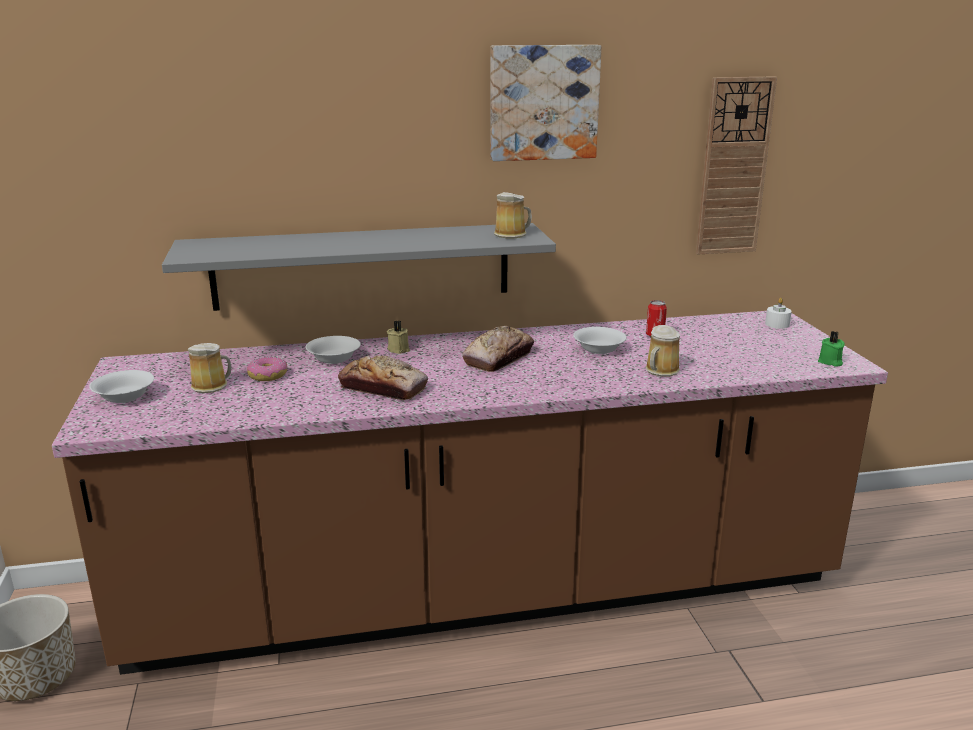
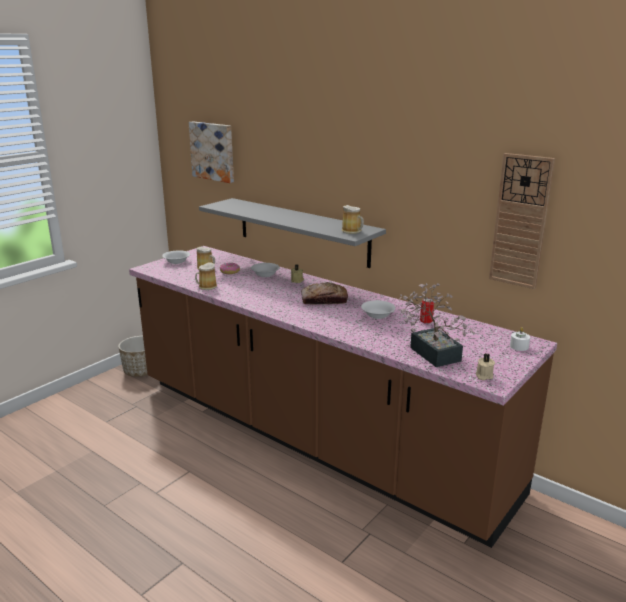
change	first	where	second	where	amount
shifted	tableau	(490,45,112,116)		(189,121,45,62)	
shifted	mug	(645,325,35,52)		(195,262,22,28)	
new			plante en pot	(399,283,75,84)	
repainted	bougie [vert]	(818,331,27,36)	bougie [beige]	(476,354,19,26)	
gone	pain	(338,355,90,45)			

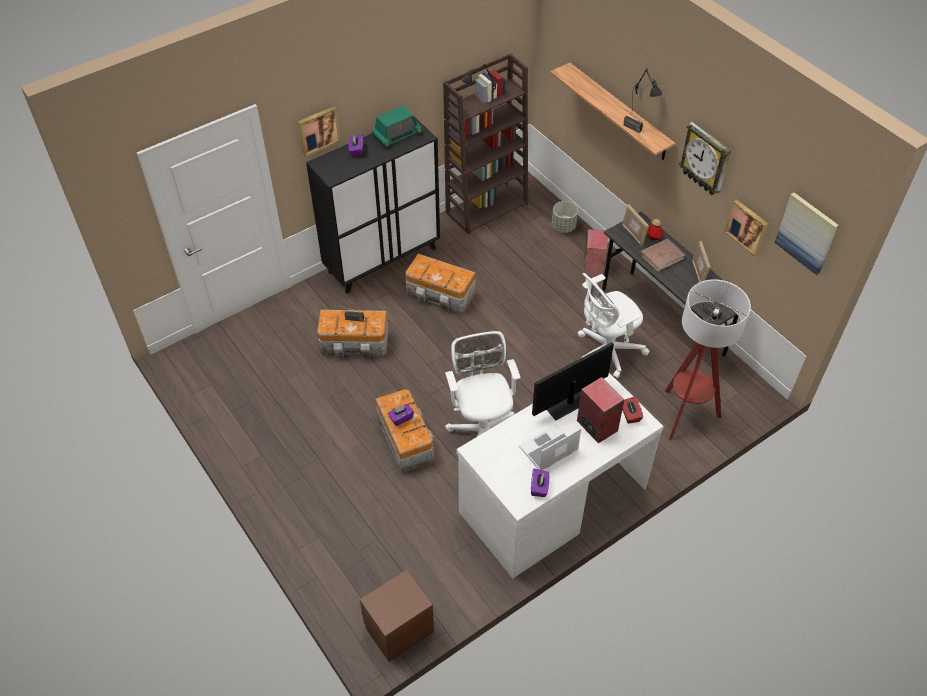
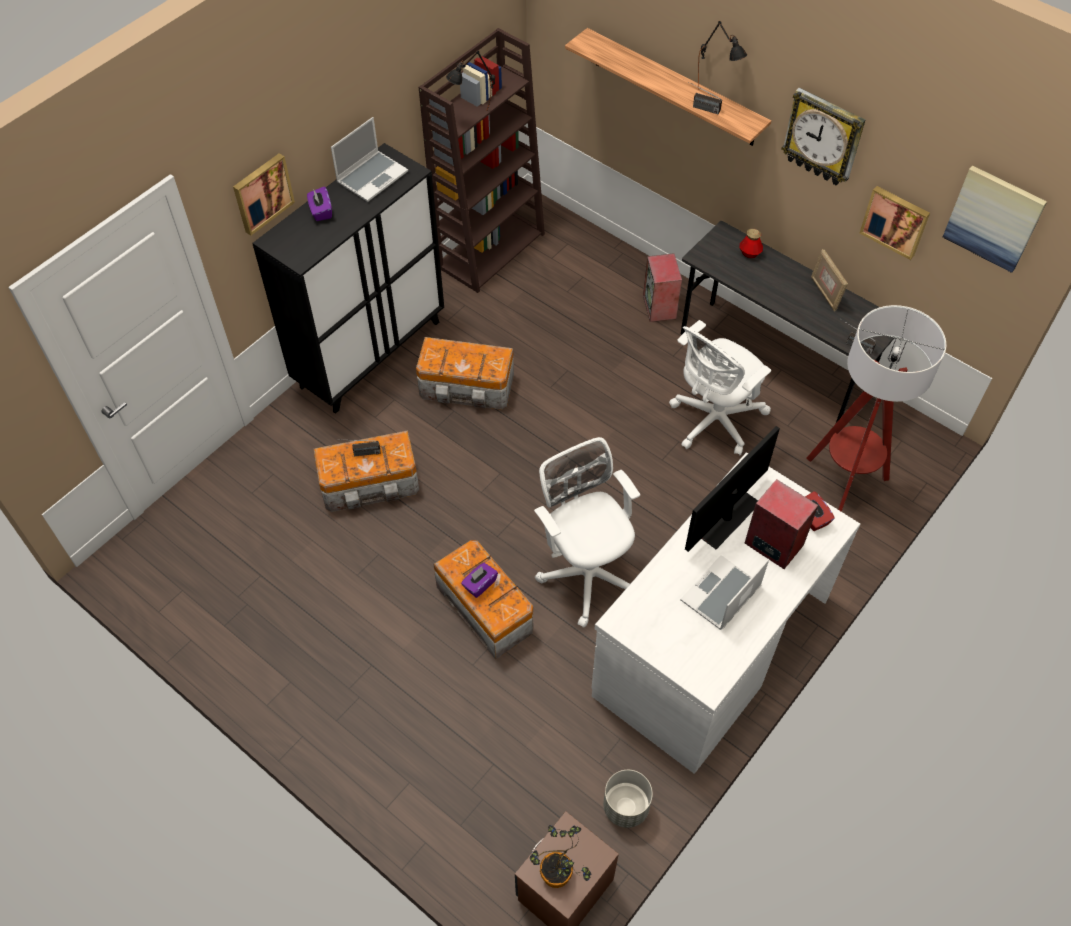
change	first	where	second	where	amount
swapped	radio	(372,106,51,41)	ordinateur portable	(331,117,77,85)	
new			plante en pot	(530,825,61,63)	
shifted	cache-pot [gris]	(552,201,26,32)		(603,770,50,58)	
gone	boîte à mouchoirs [violet]	(531,468,18,29)			
gone	cadre photo	(622,205,27,42)			
gone	livre [marron]	(640,239,45,33)			

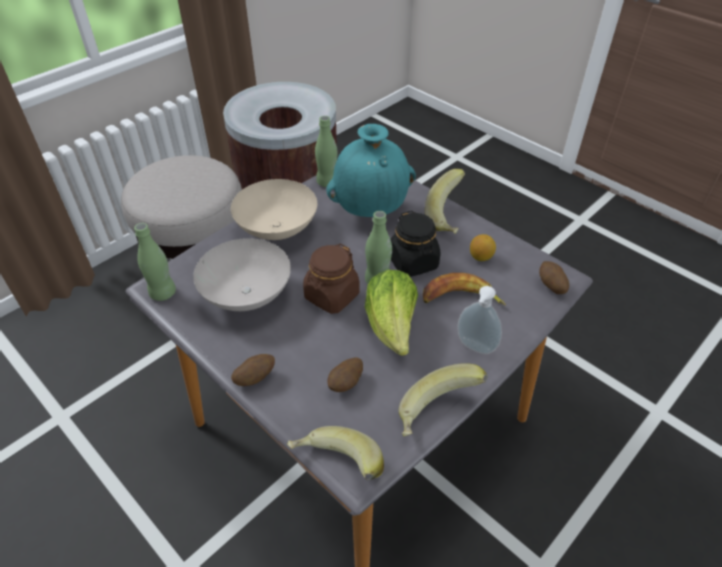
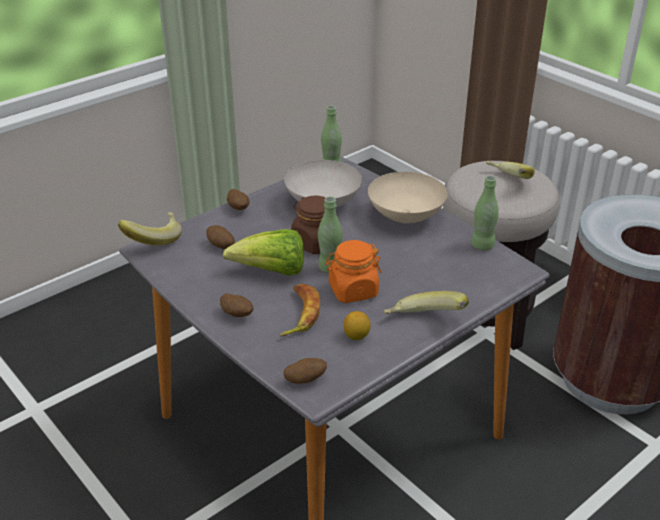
change	first	where	second	where	amount
swapped	distributeur de savon	(457,286,45,68)	pomme de terre	(220,294,33,23)	
repainted	bocal [noir]	(390,211,51,66)	bocal [orange]	(325,240,56,63)	
shifted	banane	(399,363,88,73)		(486,161,49,18)	
gone	vase [turquoise]	(326,124,90,93)			

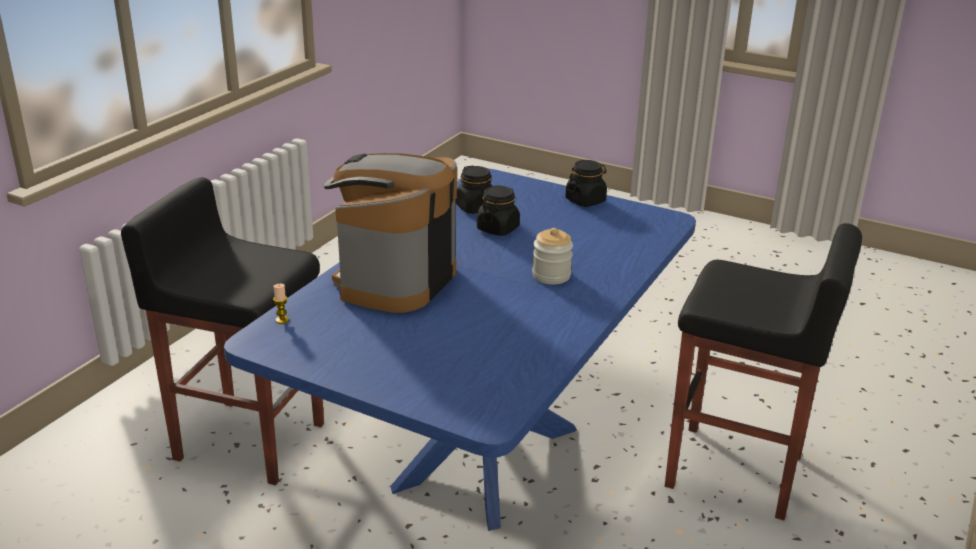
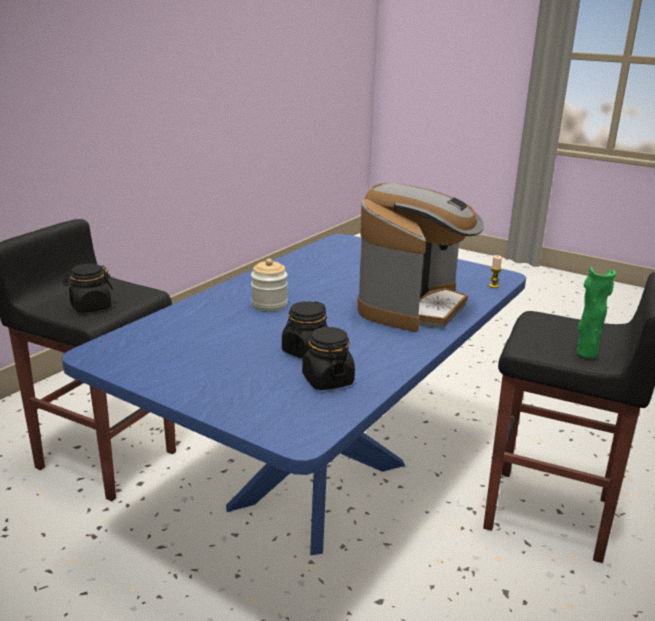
change	first	where	second	where	amount
shifted	bocal [noir]	(565,160,42,47)		(63,264,50,49)	
new			vase [vert]	(576,267,40,91)	

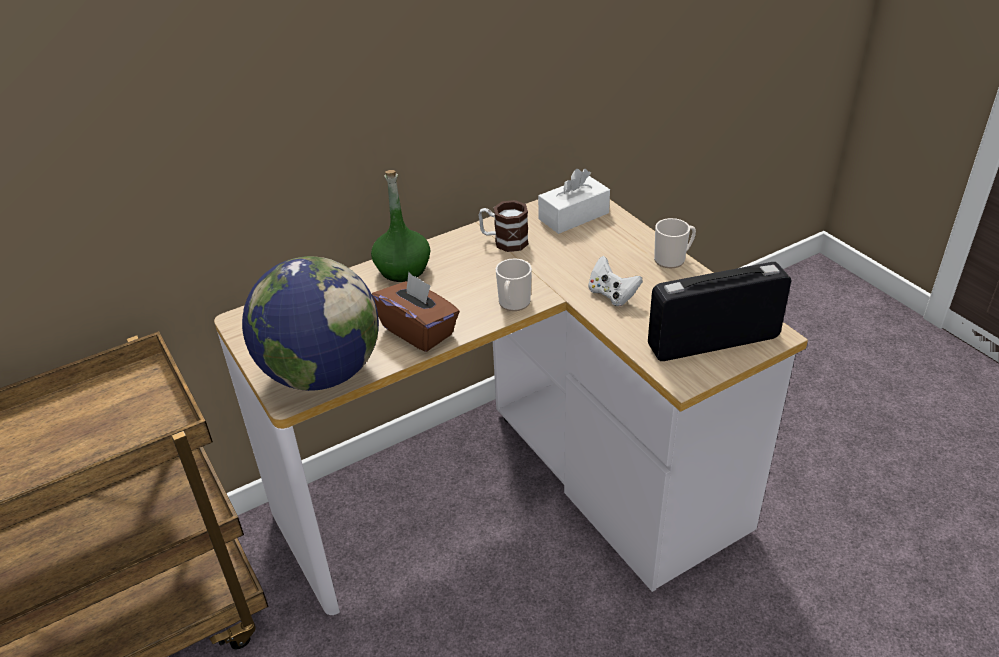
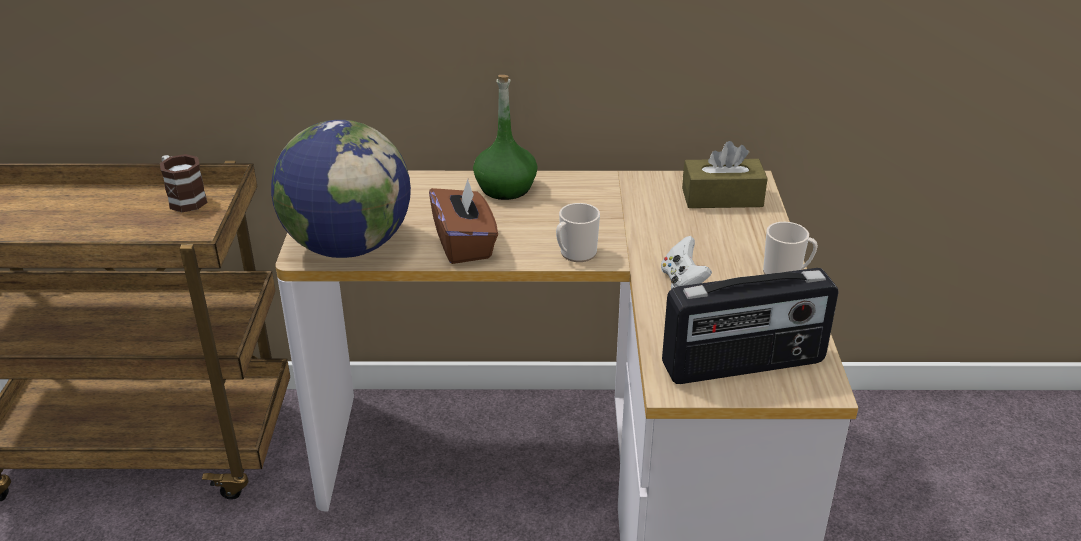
change	first	where	second	where	amount
shifted	mug	(478,200,51,52)		(160,154,48,58)	
rotated	radio	(648,262,143,99)		(662,268,177,116)	150 degrees clockwise
repainted	boîte à mouchoirs [blanc]	(538,169,72,65)	boîte à mouchoirs [marron]	(682,141,86,67)	

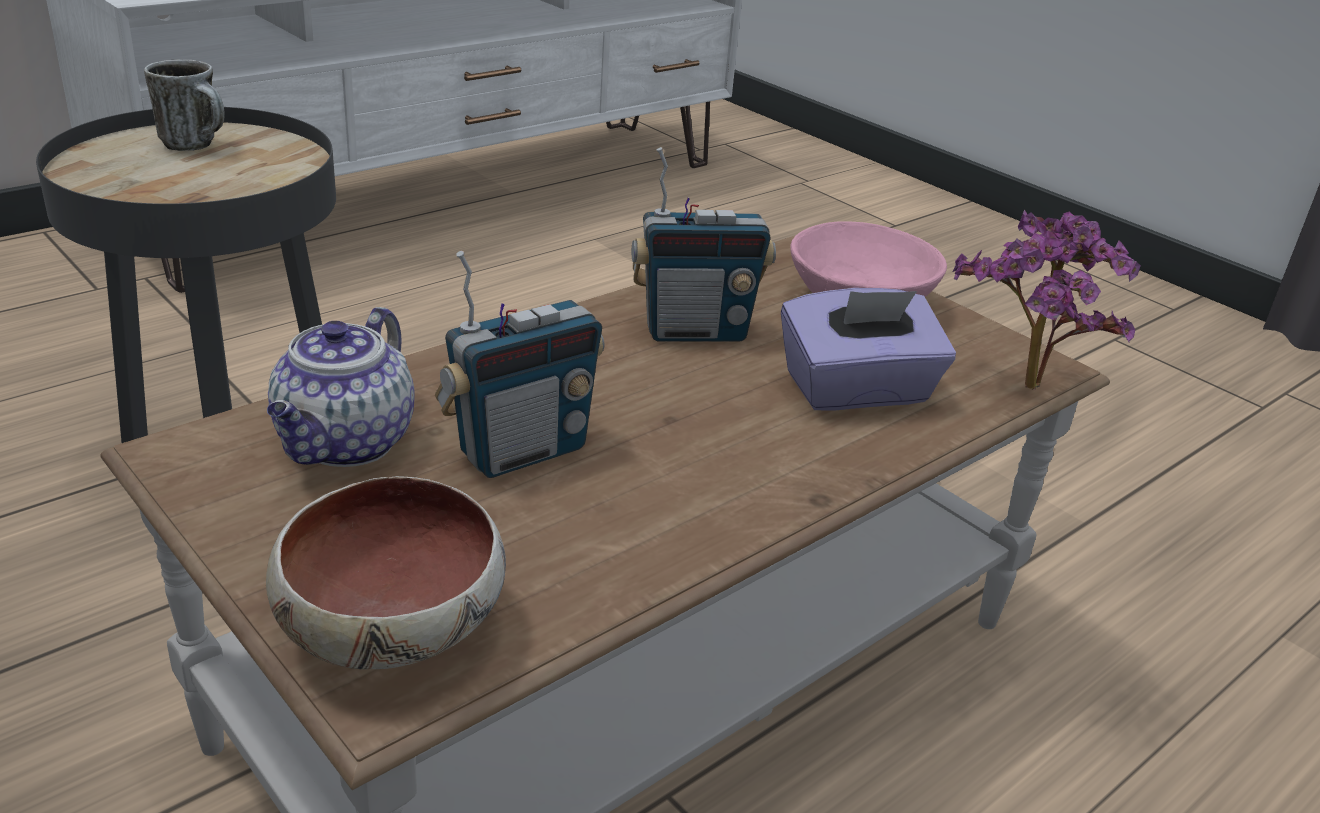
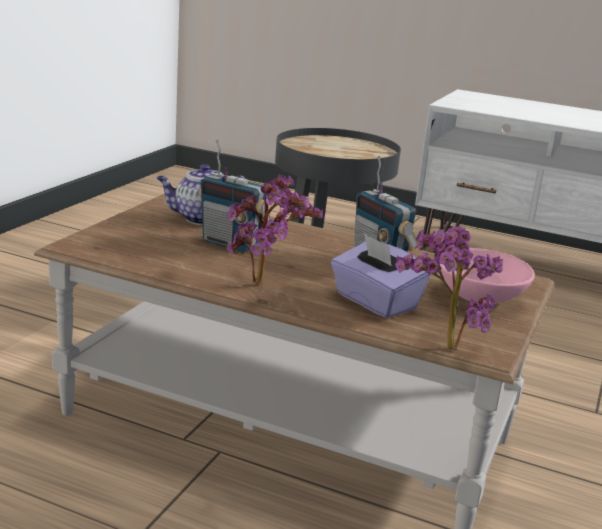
change	first	where	second	where	amount
new			plante en pot	(227,175,96,110)	
gone	mug	(144,60,81,91)			
gone	bol	(266,476,240,194)			

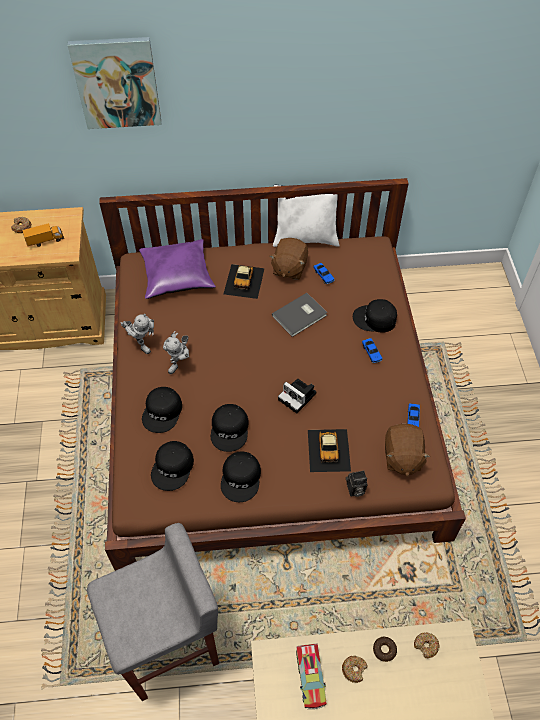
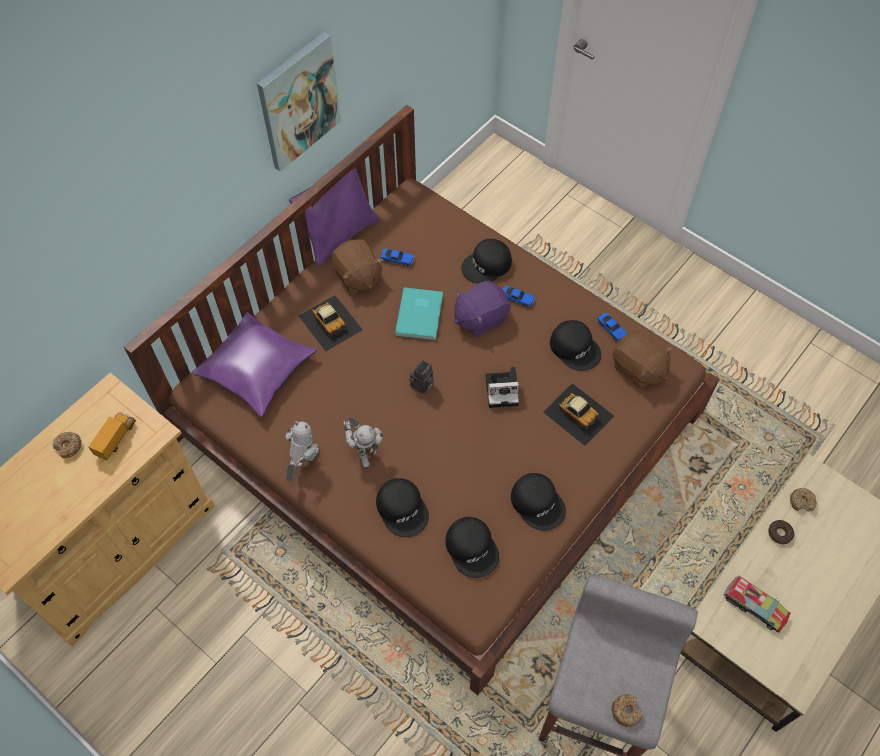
change	first	where	second	where	amount
shifted	tableau	(68,37,93,92)		(257,31,84,141)	
rotated	robot jouet	(120,314,34,40)		(285,421,35,60)	60 degrees counterclockwise
repainted	coussin [blanc]	(273,185,67,62)	coussin [violet]	(289,167,91,100)	
repainted	livre [gris]	(272,293,55,44)	livre [turquoise]	(395,288,48,52)	
shifted	appareil photo	(346,470,22,27)		(409,360,25,34)	
new			peluche [violet]	(454,281,57,56)	
shifted	casquette [noir]	(211,404,37,48)		(550,320,51,51)	
shifted	beignet	(342,656,26,27)		(611,694,32,33)	

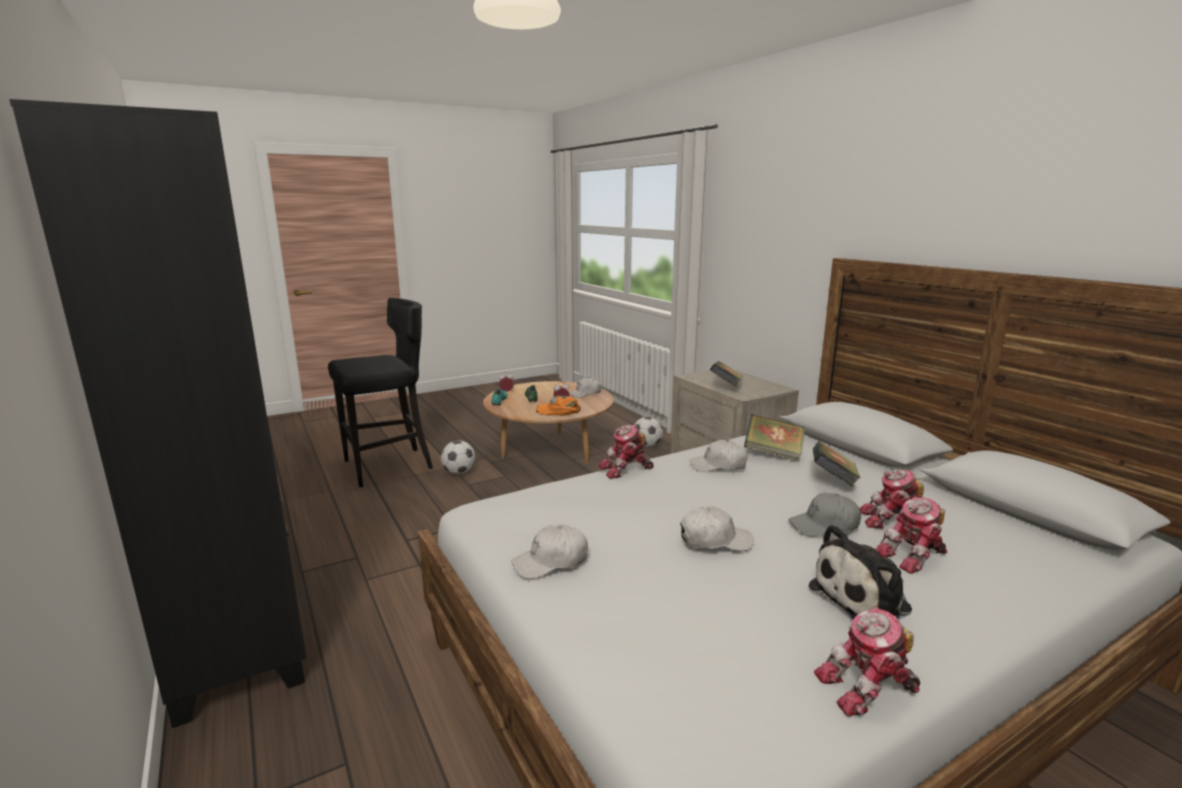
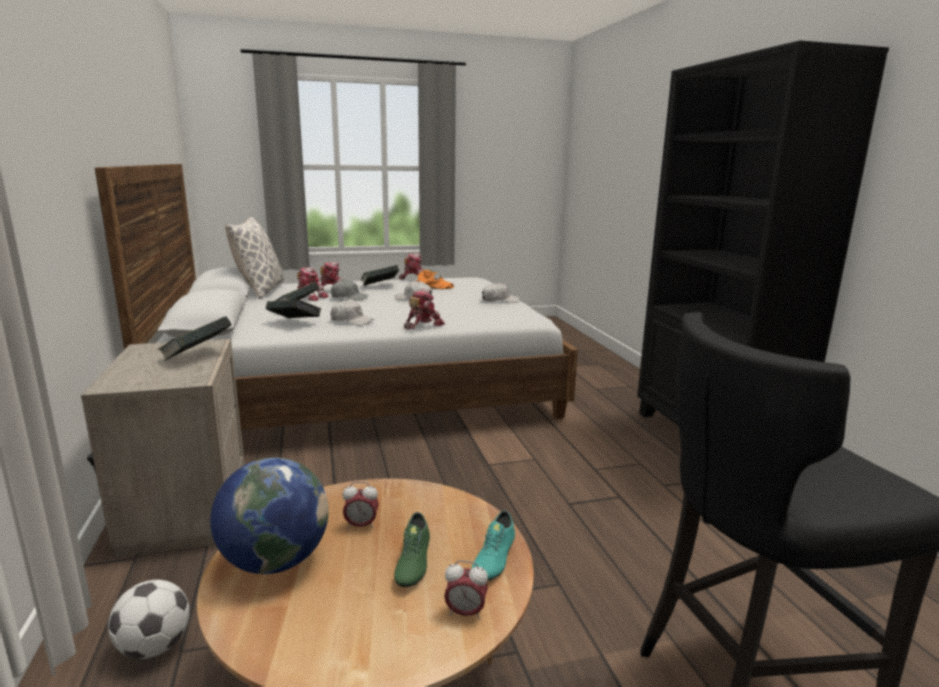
change	first	where	second	where	amount
swapped	casquette [blanc]	(569,377,32,21)	globe	(210,457,119,117)	
new			coussin	(225,217,59,82)	
swapped	peluche	(808,524,104,96)	livre	(361,265,38,21)	
rotated	robot jouet	(599,425,55,54)		(404,289,41,40)	45 degrees counterclockwise
shifted	casquette [orange]	(536,395,45,21)		(416,270,38,19)	
gone	ballon de foot	(441,440,34,34)			

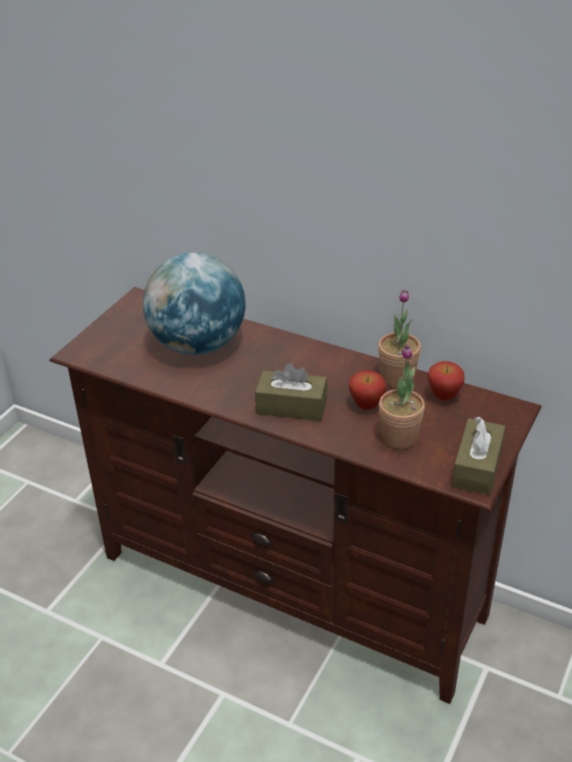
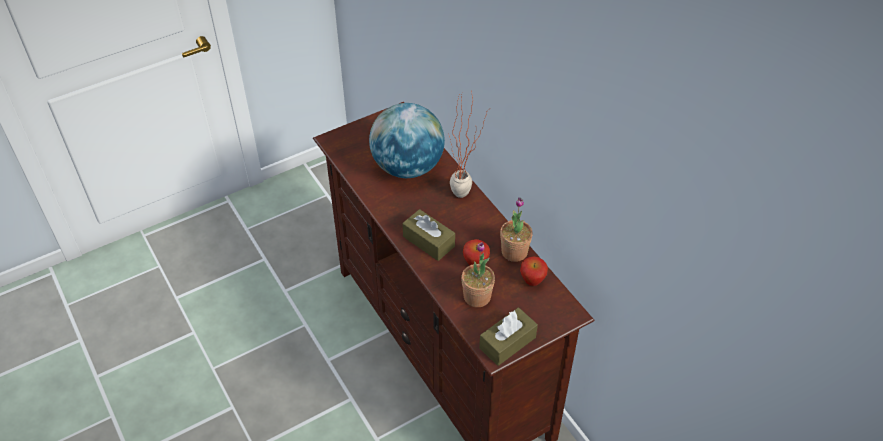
change	first	where	second	where	amount
new			plante en pot	(449,91,39,107)	

